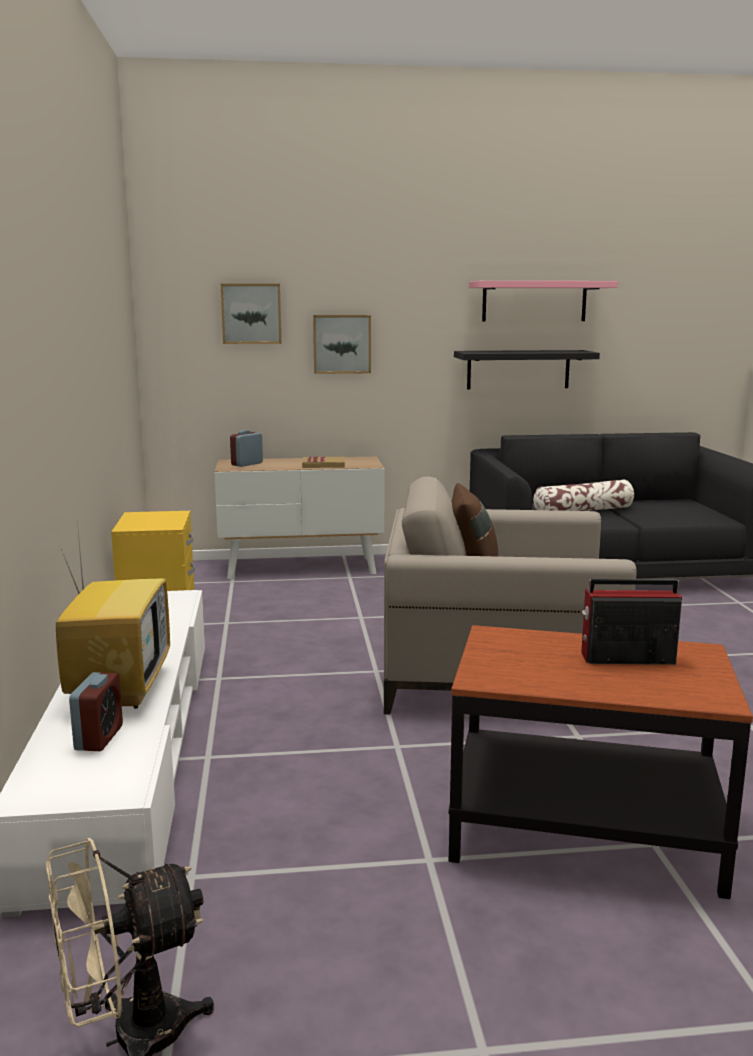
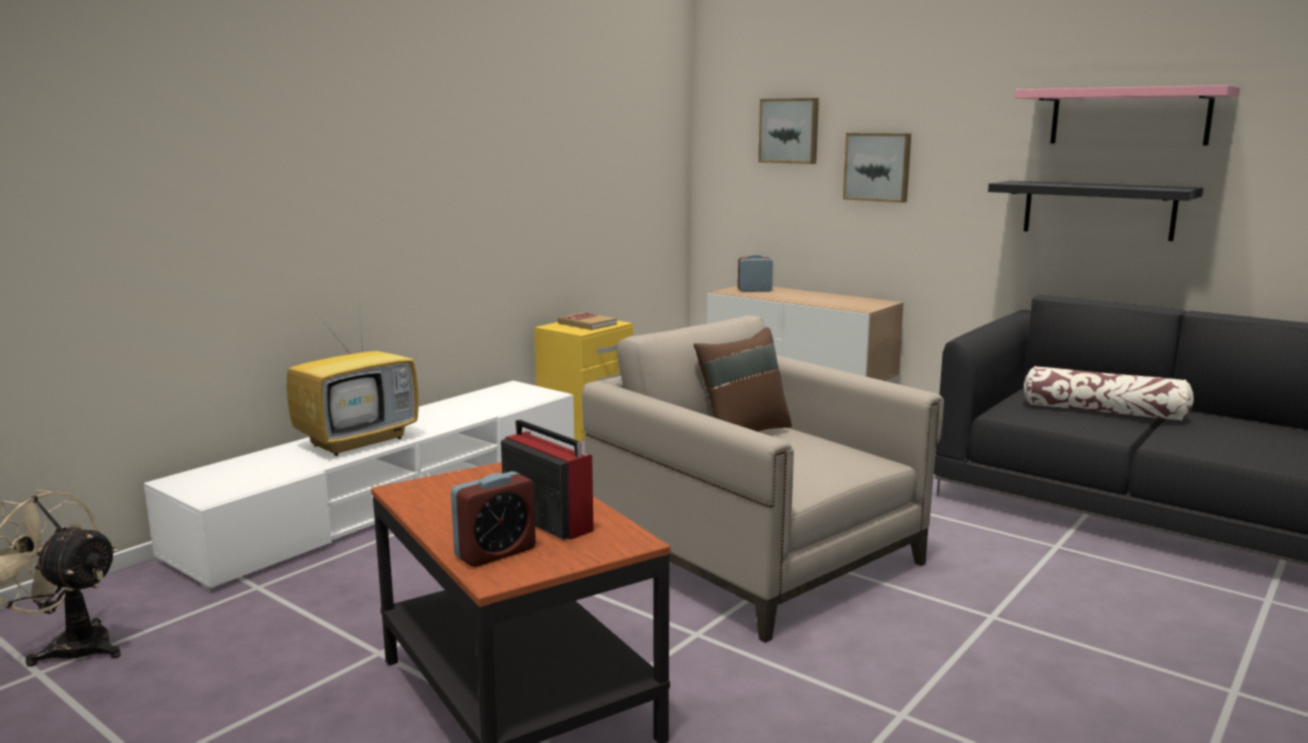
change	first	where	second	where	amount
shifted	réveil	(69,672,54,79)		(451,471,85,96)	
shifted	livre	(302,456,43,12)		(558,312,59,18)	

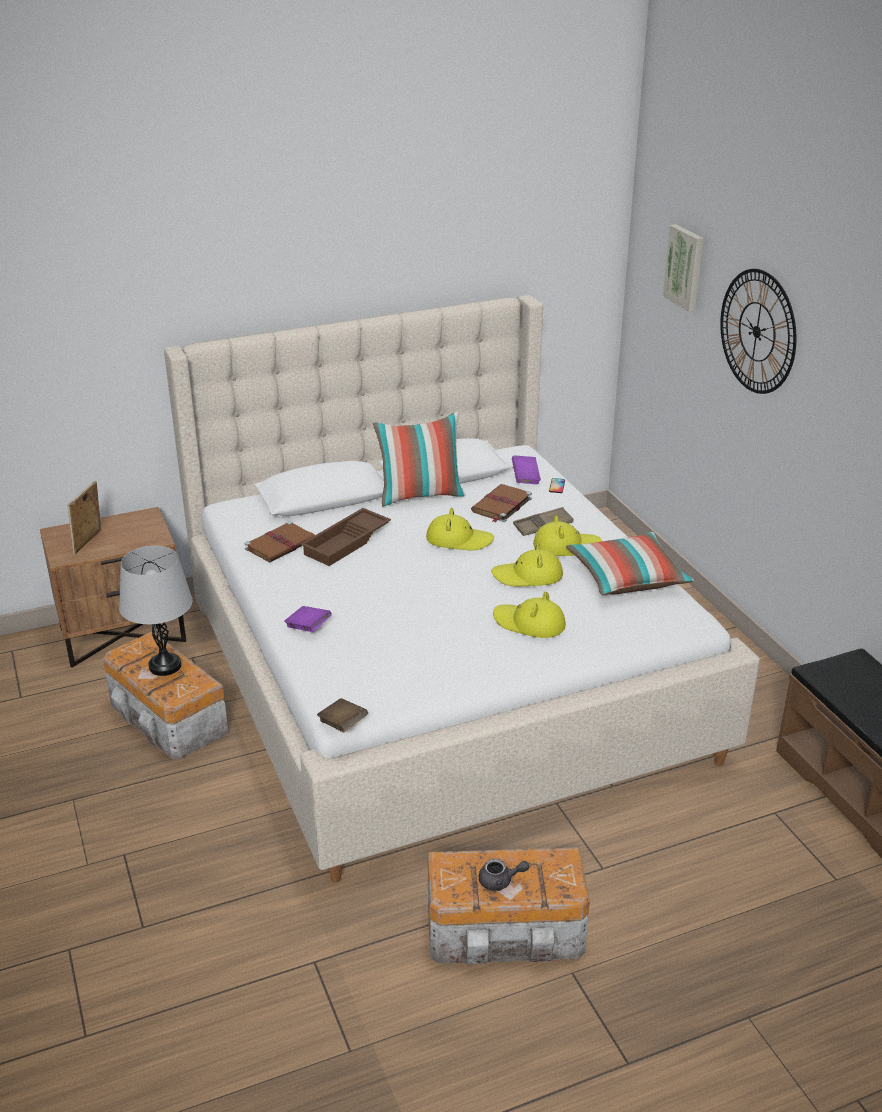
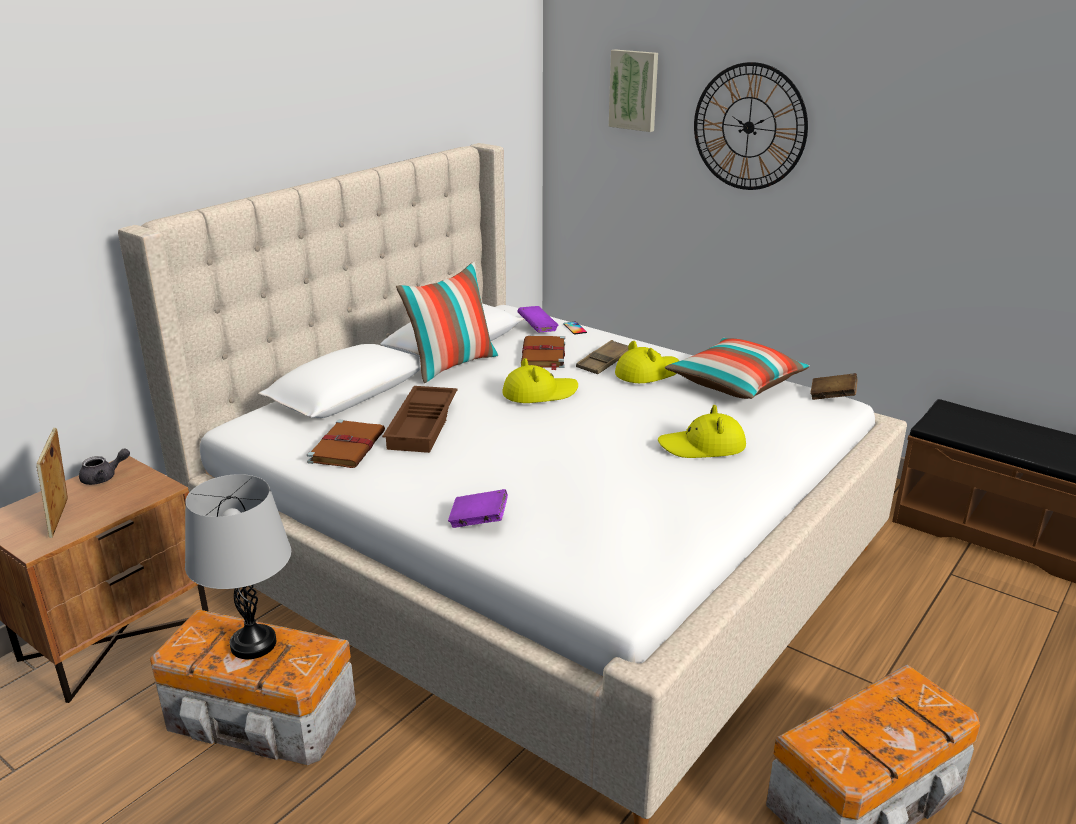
change	first	where	second	where	amount
shifted	théière [gris]	(479,859,51,32)		(79,448,51,37)	
shifted	livre [marron]	(317,698,51,35)		(810,373,48,27)	
gone	chapeau [jaune]	(491,543,72,44)			

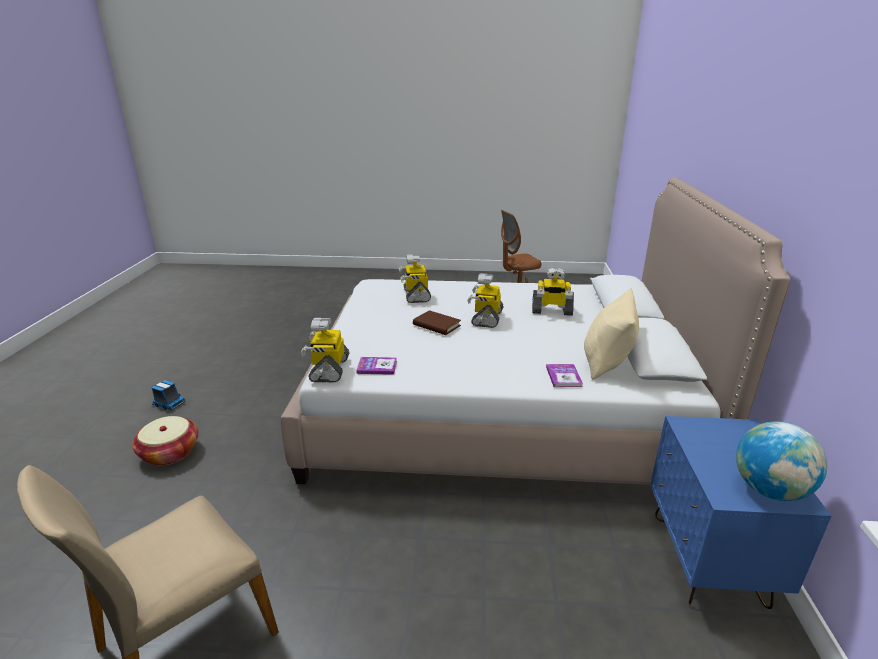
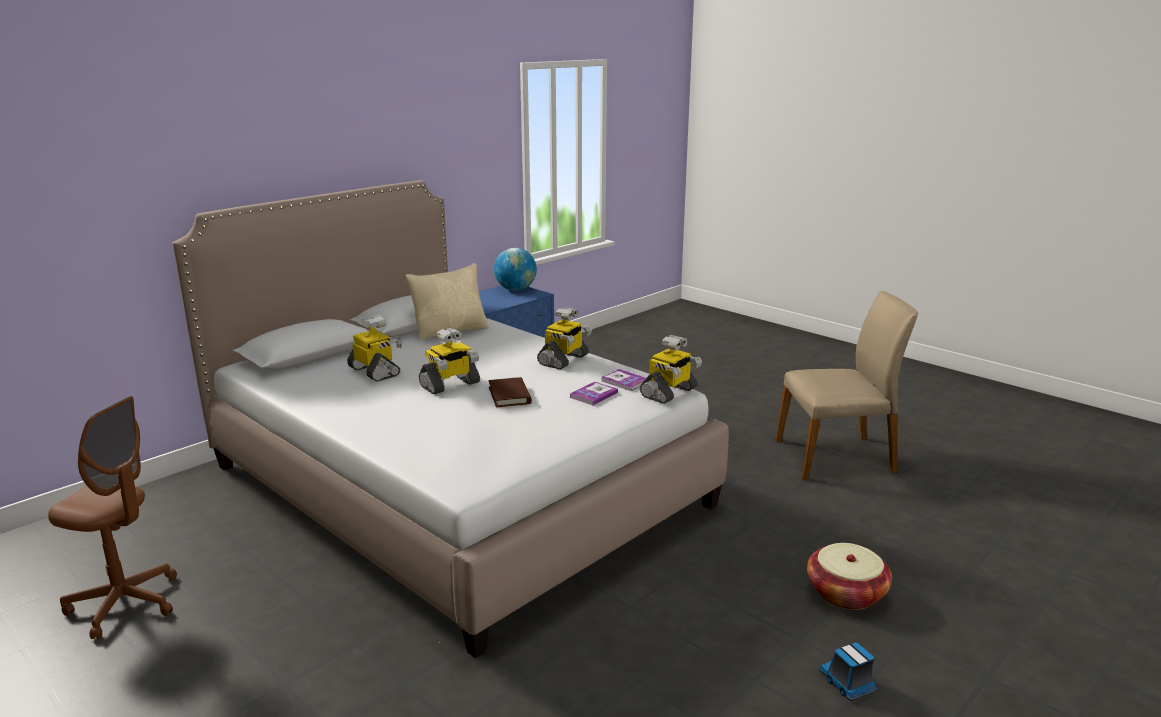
change	first	where	second	where	amount
shifted	robot jouet	(399,254,32,49)		(537,307,55,62)	
shifted	livre	(546,364,37,23)		(569,381,49,24)	

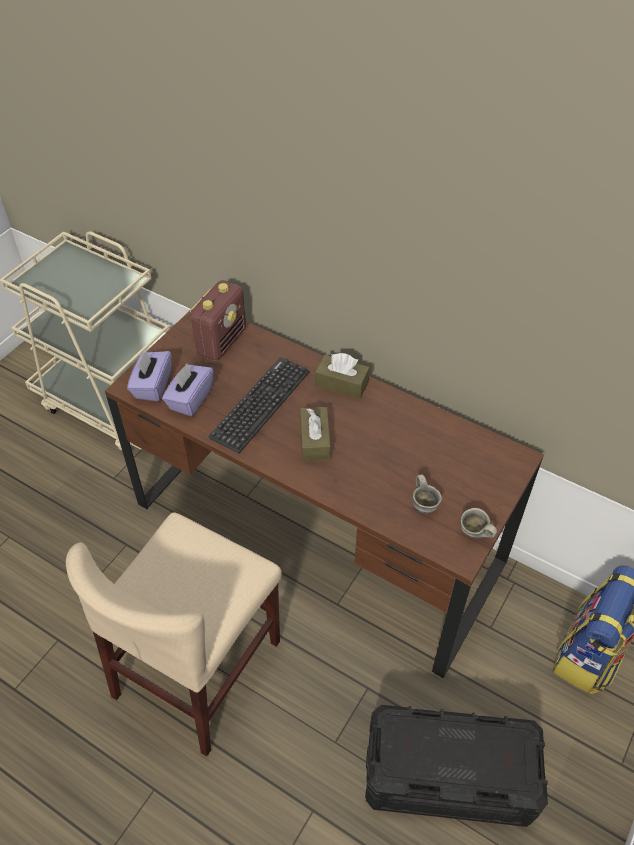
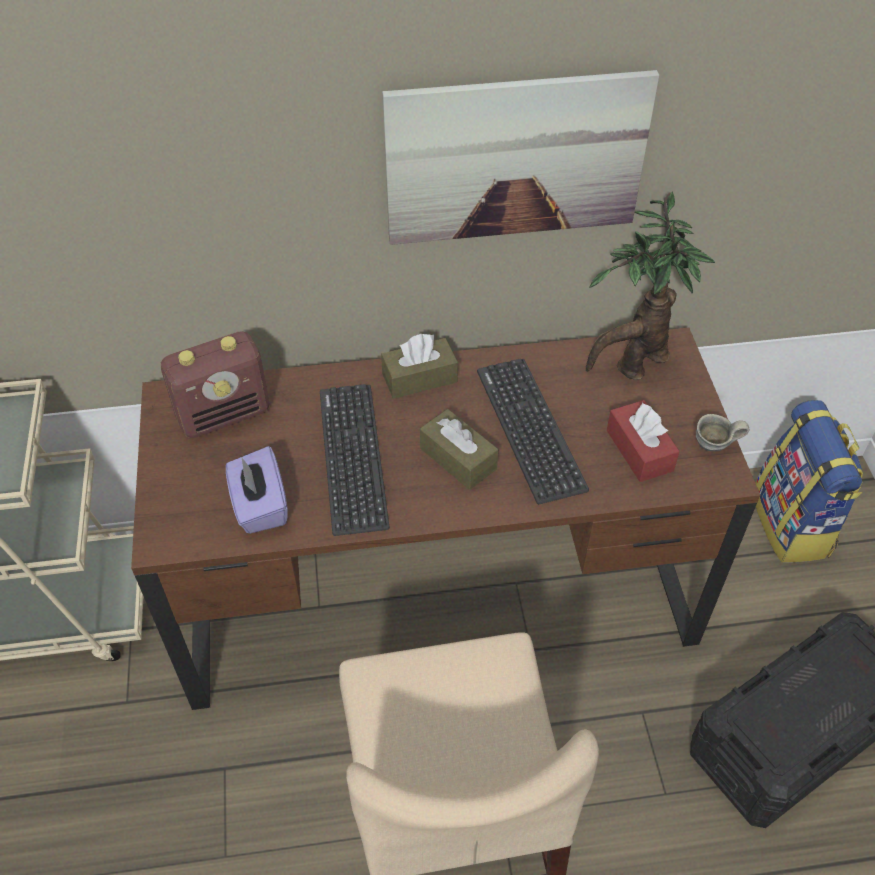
change	first	where	second	where	amount
rotated	radio	(190,280,56,80)		(161,331,109,107)	75 degrees clockwise
new			tableau	(382,70,277,175)	
new			clavier	(477,359,112,145)	
new			plante en pot	(586,191,129,189)	
swapped	mug [gris]	(412,474,30,40)	boîte à mouchoirs [rouge]	(607,400,73,82)	
gone	boîte à mouchoirs [violet]	(127,350,45,52)			

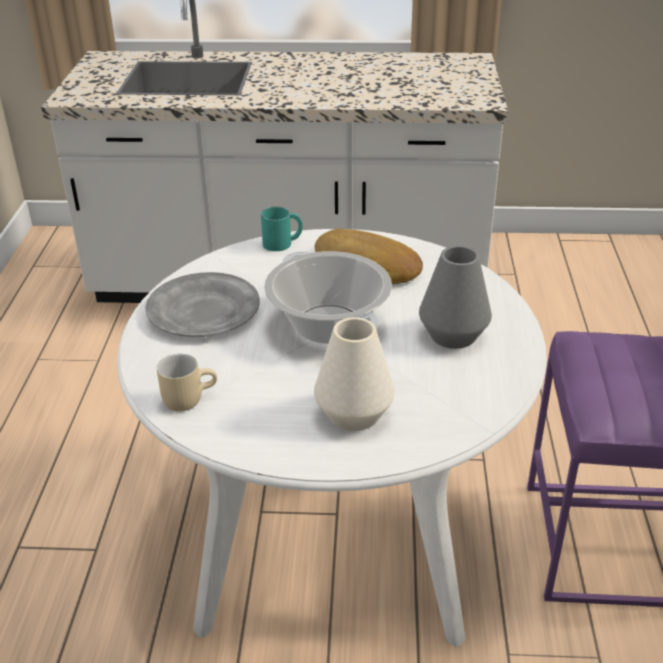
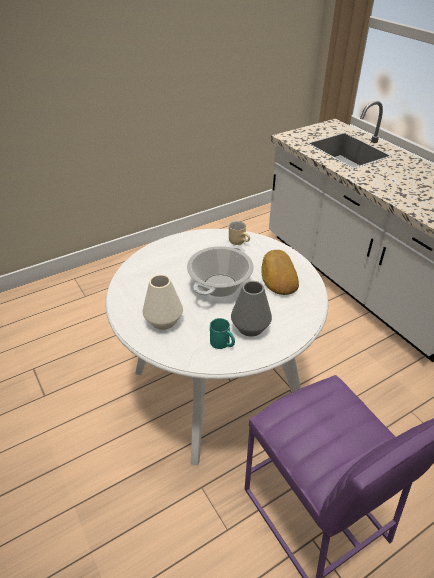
change	first	where	second	where	amount
shifted	mug [turquoise]	(261,207,42,44)		(210,318,25,31)	
shifted	mug [beige]	(157,354,60,57)		(229,221,21,24)	
gone	assiette [gris]	(146,272,114,65)			

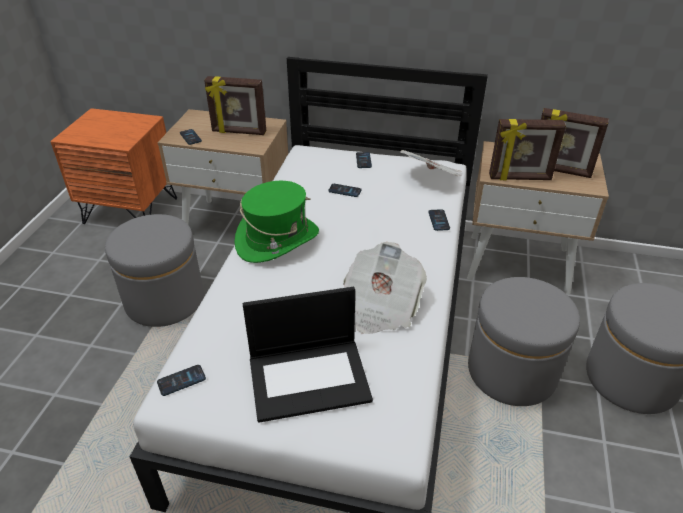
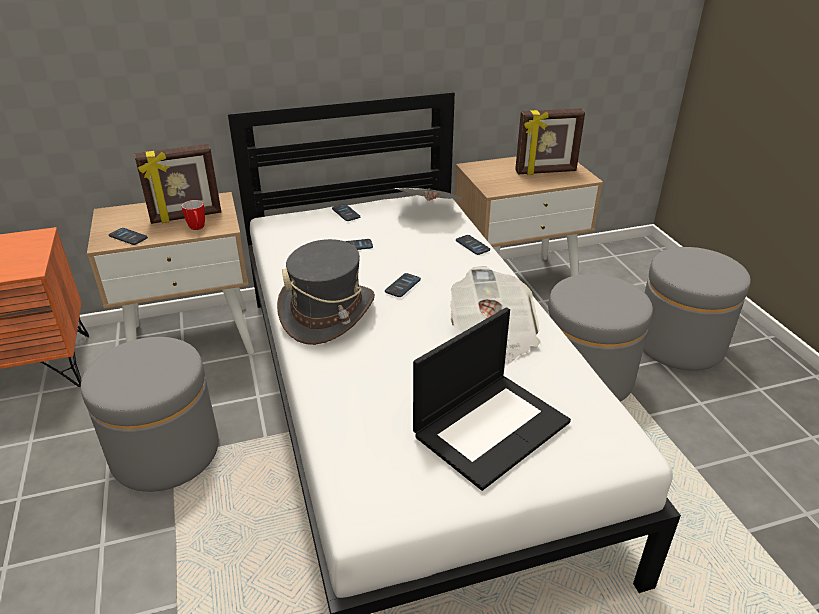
change	first	where	second	where	amount
new			mug	(182,200,23,30)	
repainted	chapeau [vert]	(234,181,85,82)	chapeau [gris]	(277,239,98,106)	
shifted	téléphone	(157,365,49,31)		(385,273,36,24)	
gone	cadre photo	(489,119,77,61)			

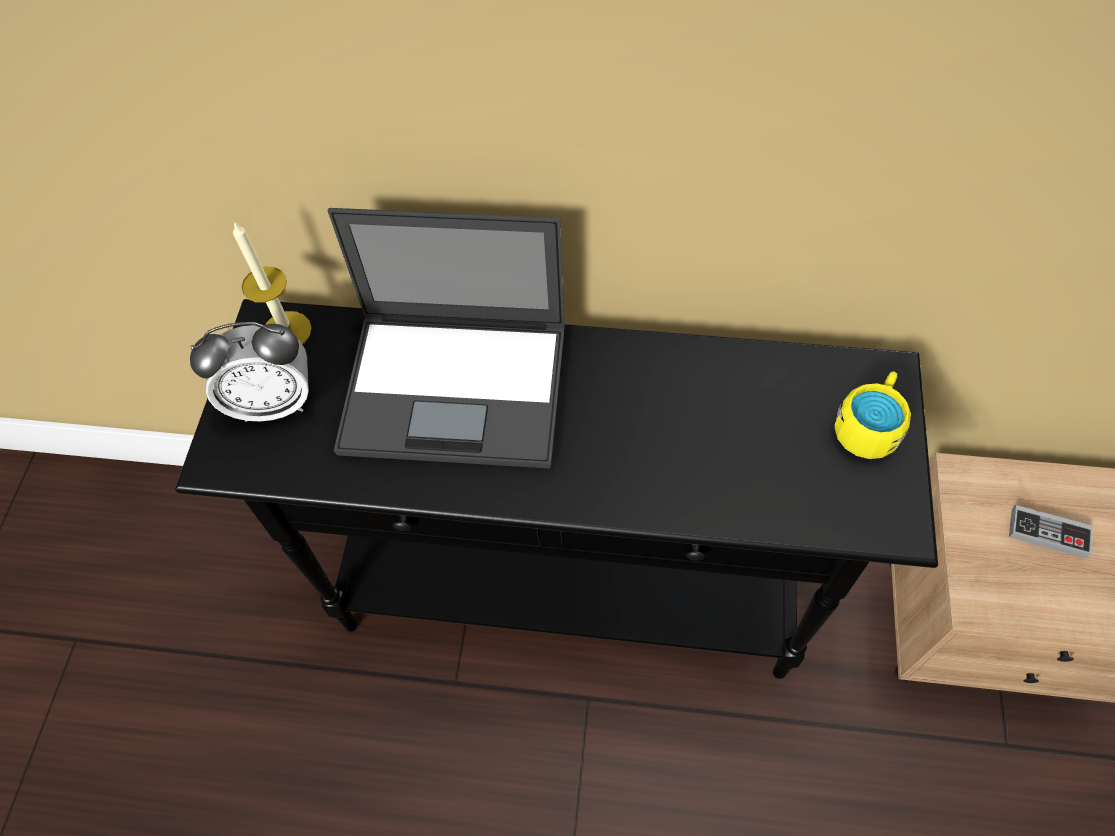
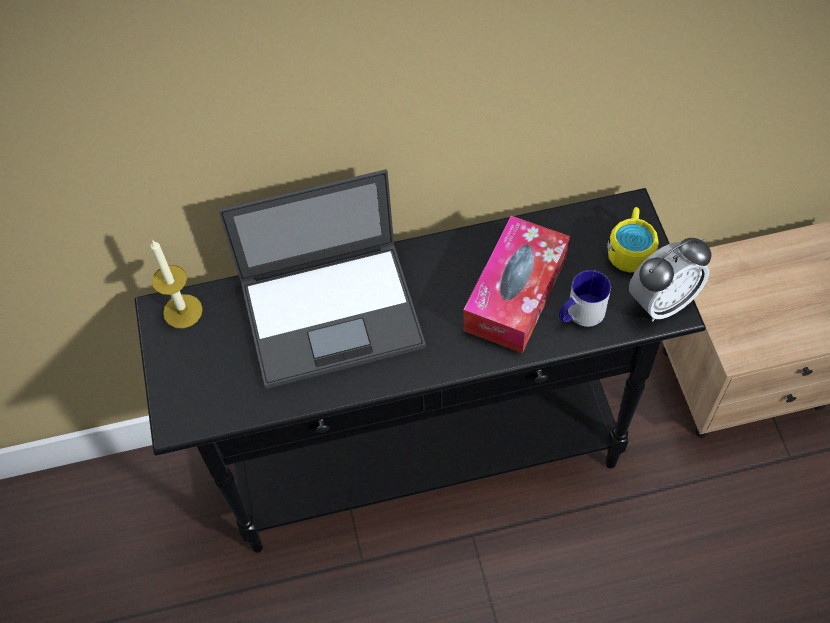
change	first	where	second	where	amount
new			boîte à mouchoirs	(463,216,107,137)	
new			mug	(559,270,52,57)	
shifted	réveil	(190,322,119,100)		(629,238,83,83)	
gone	manette	(1009,505,84,53)			

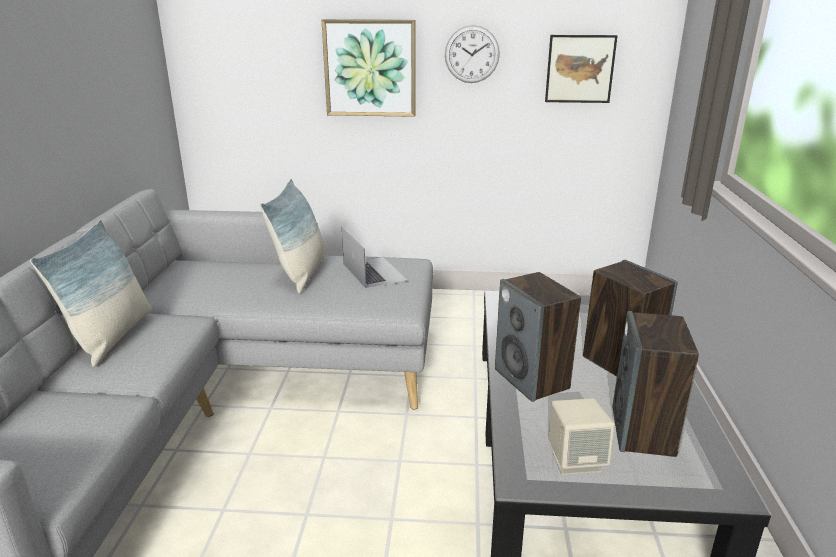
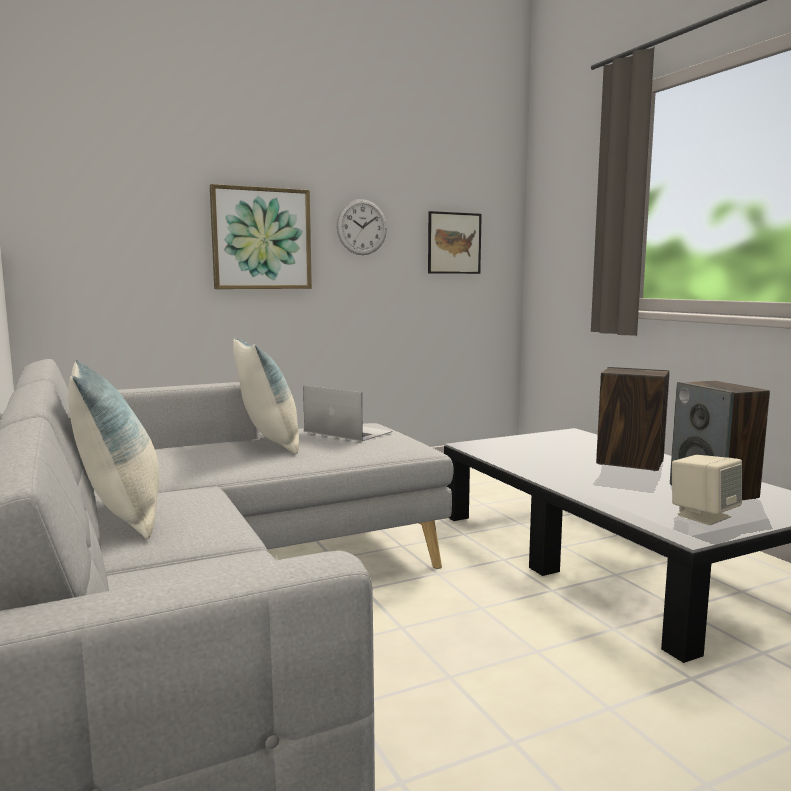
change	first	where	second	where	amount
gone	enceinte	(495,272,86,130)			

